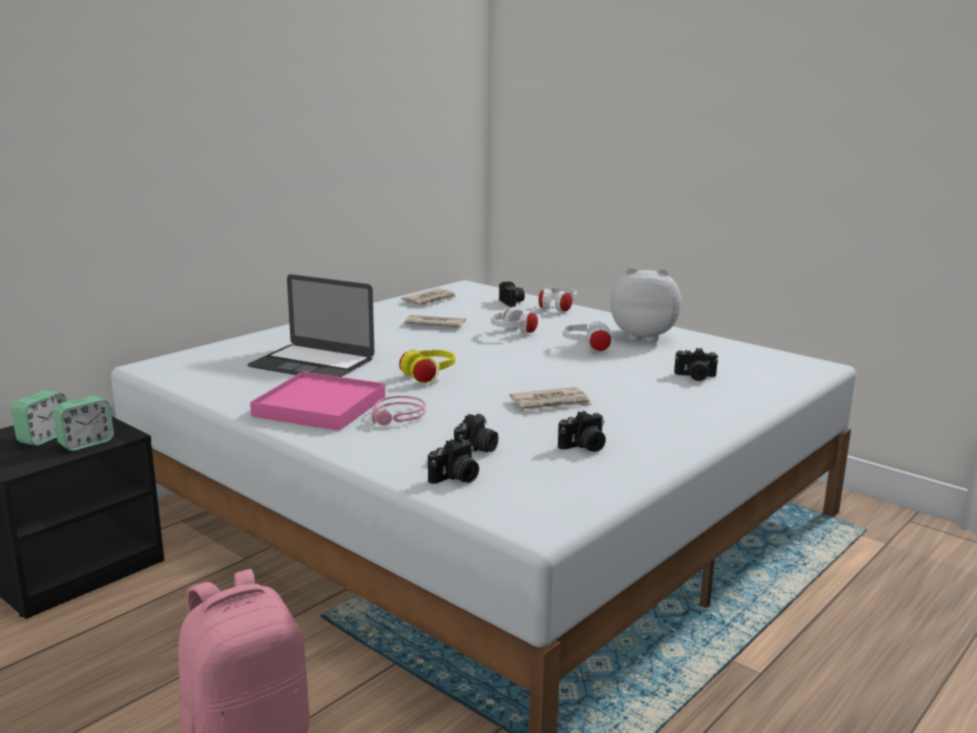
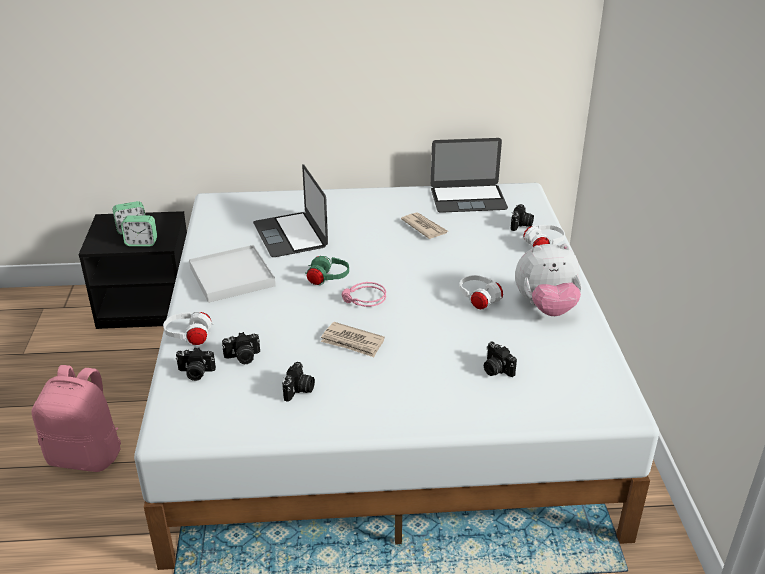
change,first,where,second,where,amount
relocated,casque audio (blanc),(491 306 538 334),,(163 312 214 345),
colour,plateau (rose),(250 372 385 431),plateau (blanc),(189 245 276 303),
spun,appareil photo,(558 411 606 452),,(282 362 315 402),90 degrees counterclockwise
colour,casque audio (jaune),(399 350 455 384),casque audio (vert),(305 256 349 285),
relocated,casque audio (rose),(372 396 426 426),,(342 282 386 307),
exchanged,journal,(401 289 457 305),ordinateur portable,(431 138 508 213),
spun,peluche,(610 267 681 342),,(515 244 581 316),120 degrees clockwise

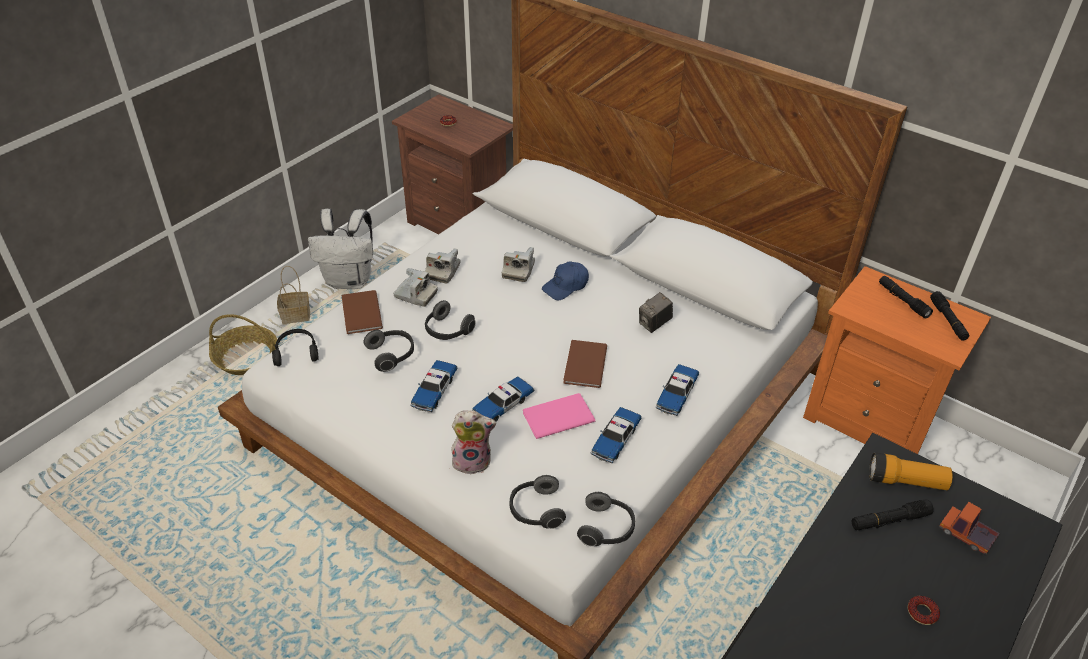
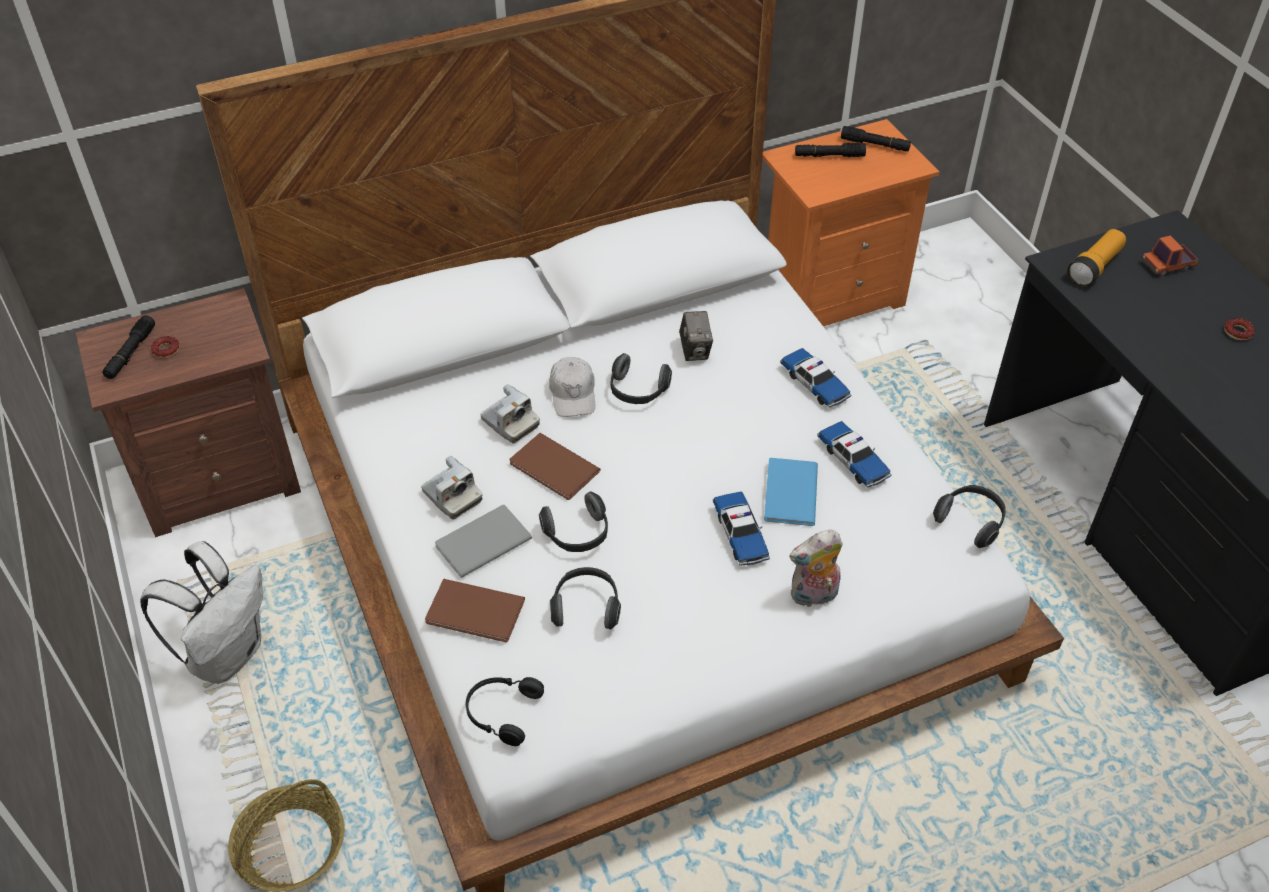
change,first,where,second,where,amount
relocated,lampe de poche (noir),(852 500 934 530),,(102 315 155 379),
exchanged,appareil photo,(393 268 438 307),livre (gris),(435 505 532 578),
relocated,livre (marron),(563 340 607 388),,(510 433 600 500),
colour,casquette (bleu),(542 261 589 300),casquette (blanc),(549 357 595 417),
relocated,casque audio,(510 475 566 529),,(610 353 672 404),
colour,livre (rose),(523 393 595 439),livre (bleu),(764 458 818 526),
spun,peluche,(451 410 496 474),,(789 530 843 607),135 degrees counterclockwise
missing,panier,(277 266 310 325),,,
missing,petite voiture,(410 360 458 412),,,

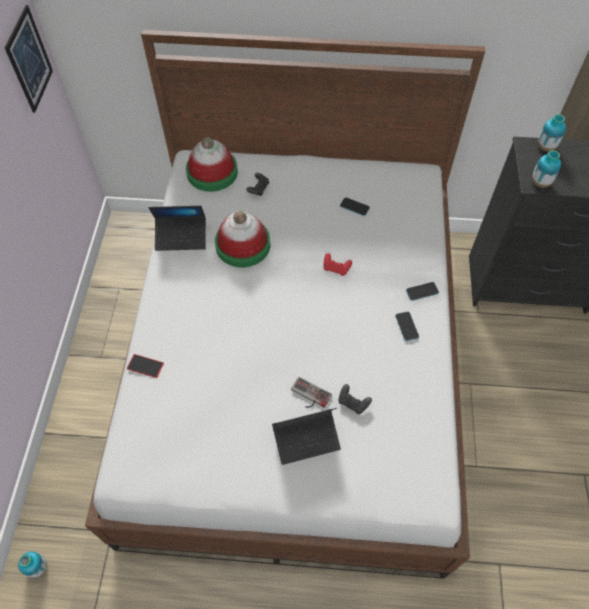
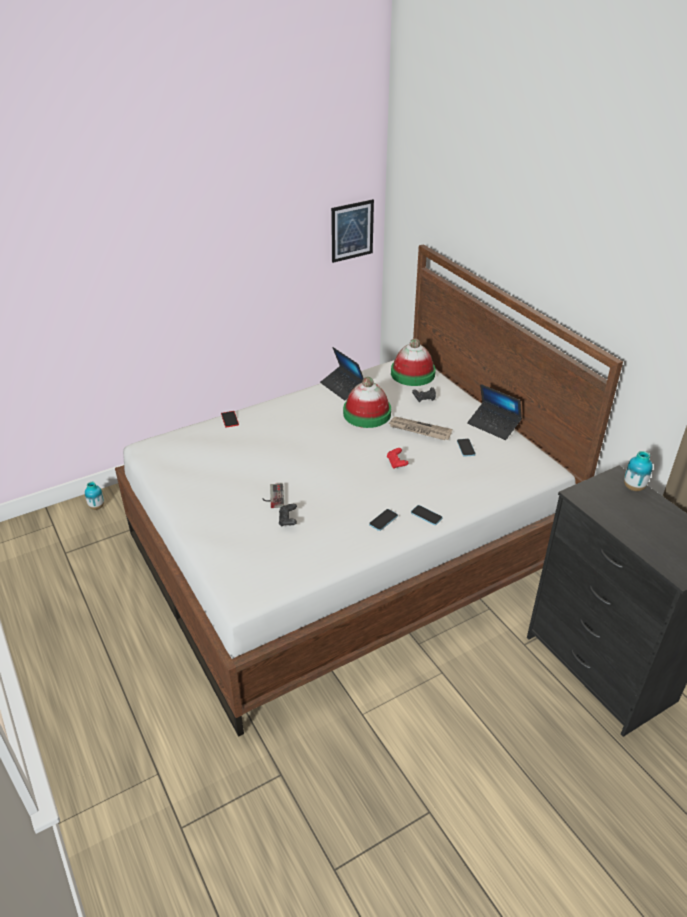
change,first,where,second,where,amount
appeared,,,journal,(388 417 453 440),
relocated,ordinateur portable,(272 408 341 465),,(467 384 522 440),
missing,vase,(532 150 561 188),,,

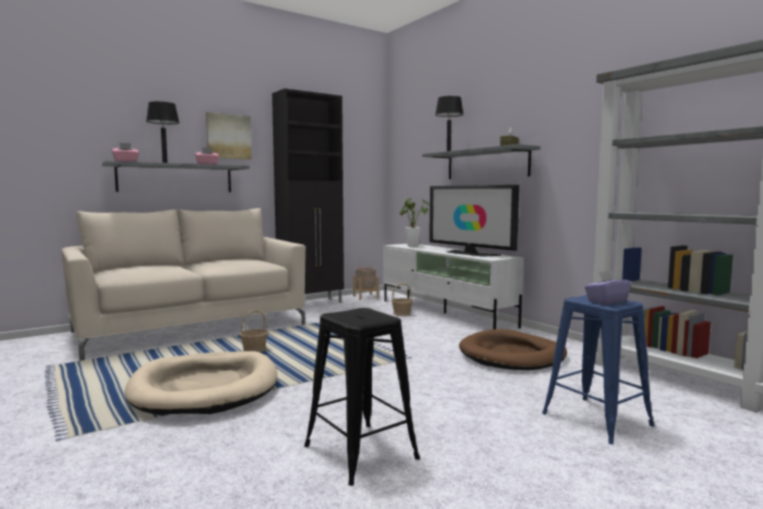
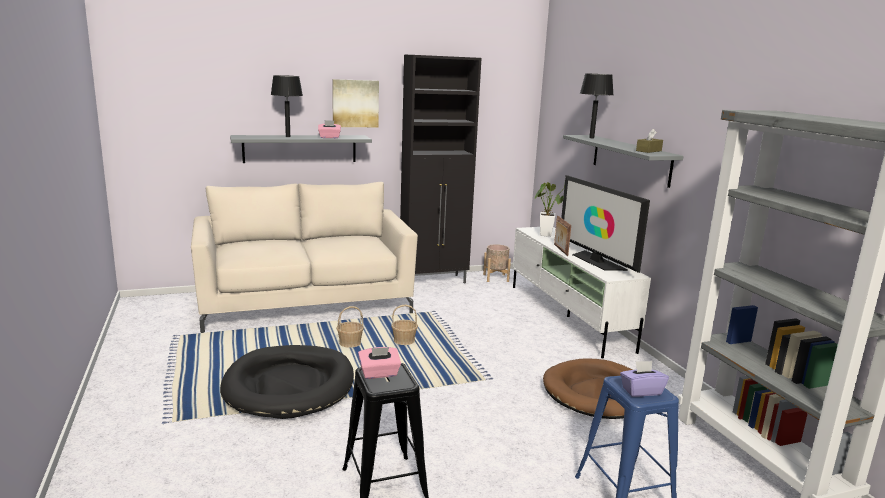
change,first,where,second,where,amount
colour,panier pour chien (beige),(125 351 277 415),panier pour chien (noir),(220 345 354 419),
relocated,boîte à mouchoirs (rose),(112 143 139 162),,(358 347 401 379),
relocated,panier,(391 283 413 316),,(391 305 418 345),
appeared,,,cadre photo,(554 216 571 256),

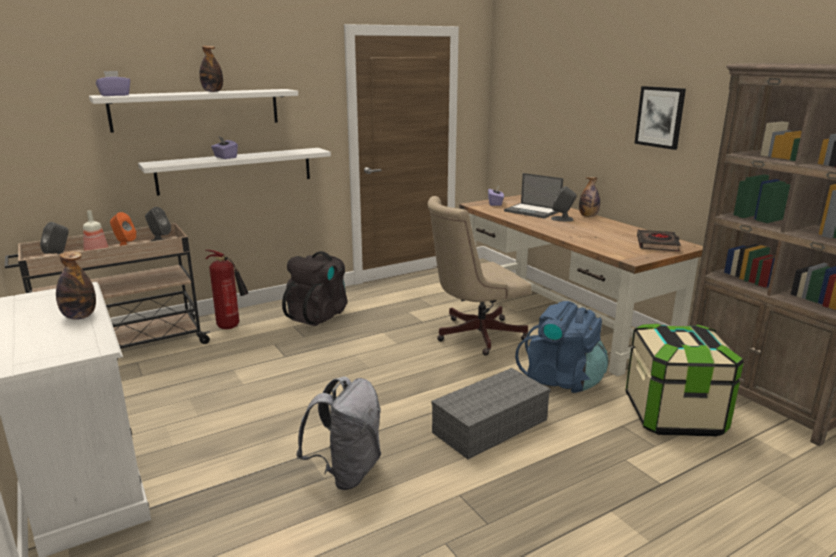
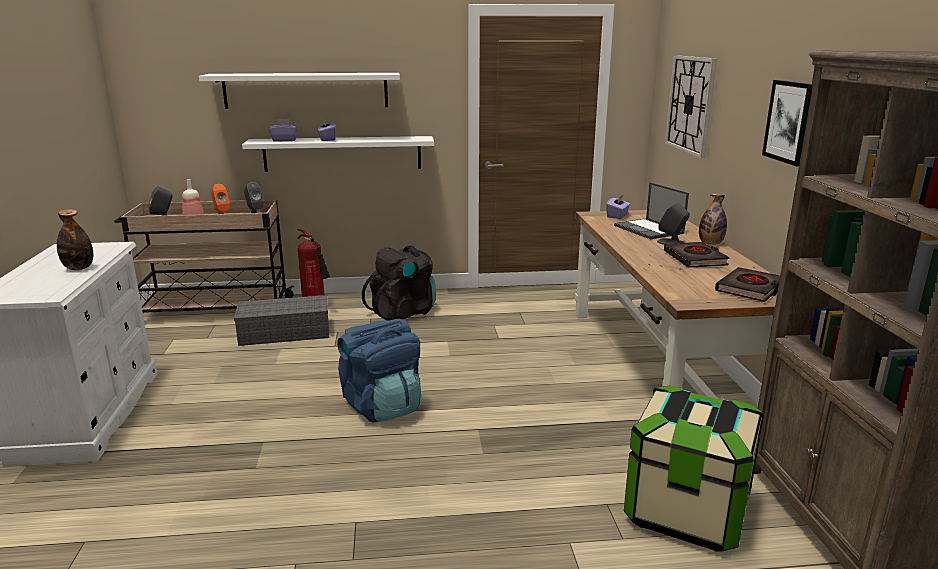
change,first,where,second,where,amount
relocated,boîte de rangement (gris),(431 368 551 459),,(234 295 329 346),
relocated,boîte à mouchoirs (violet),(96 71 130 96),,(269 119 298 142),
relocated,sac à dos (bleu),(515 301 608 393),,(337 319 421 423),
appeared,,,livre (noir),(664 242 729 268),
appeared,,,horloge murale,(665 55 717 158),
missing,bouteille,(199 46 223 92),,,
missing,sac à dos (gris),(296 376 381 490),,,
missing,chaise de bureau (beige),(427 196 531 355),,,

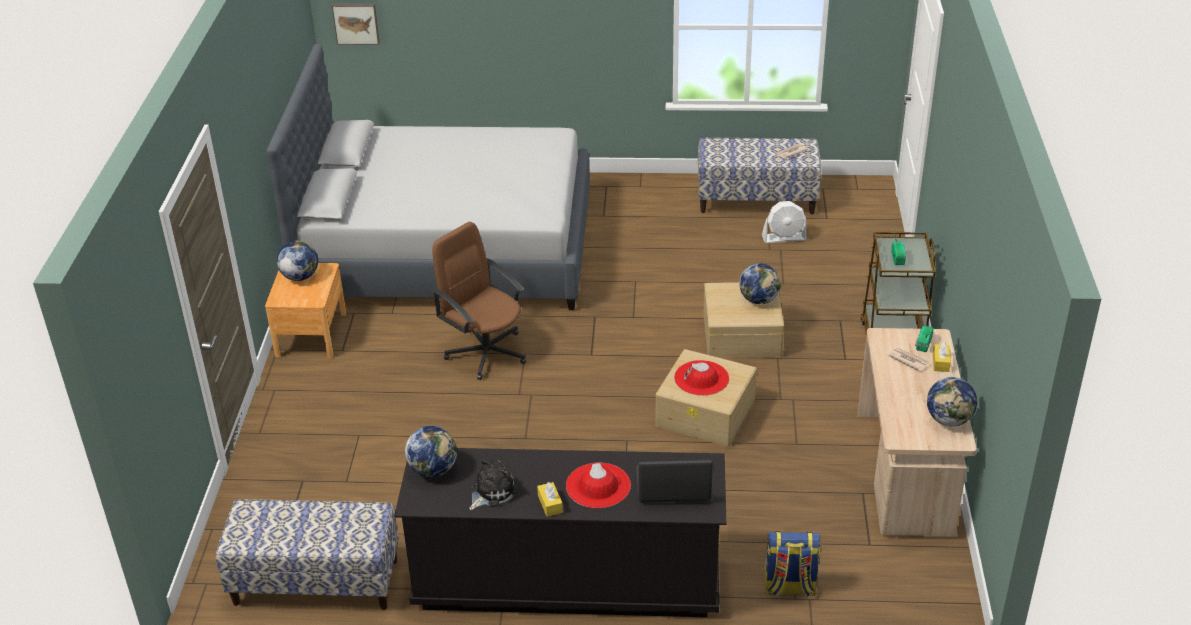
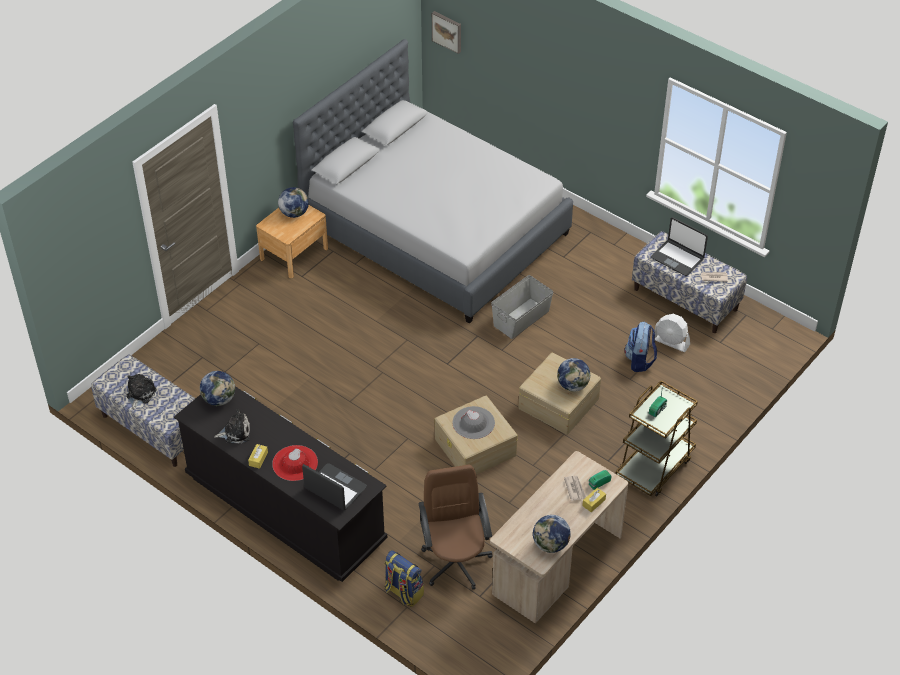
change,first,where,second,where,amount
appeared,,,peluche,(126 374 157 410),
relocated,chaise de bureau (marron),(432 222 526 380),,(418 465 493 590),
colour,chapeau (rouge),(674 360 729 396),chapeau (gris),(452 406 495 439),
appeared,,,boîte de rangement (gris),(491 275 554 339),
appeared,,,sac à dos,(625 322 657 372),
appeared,,,ordinateur portable,(651 217 708 276),

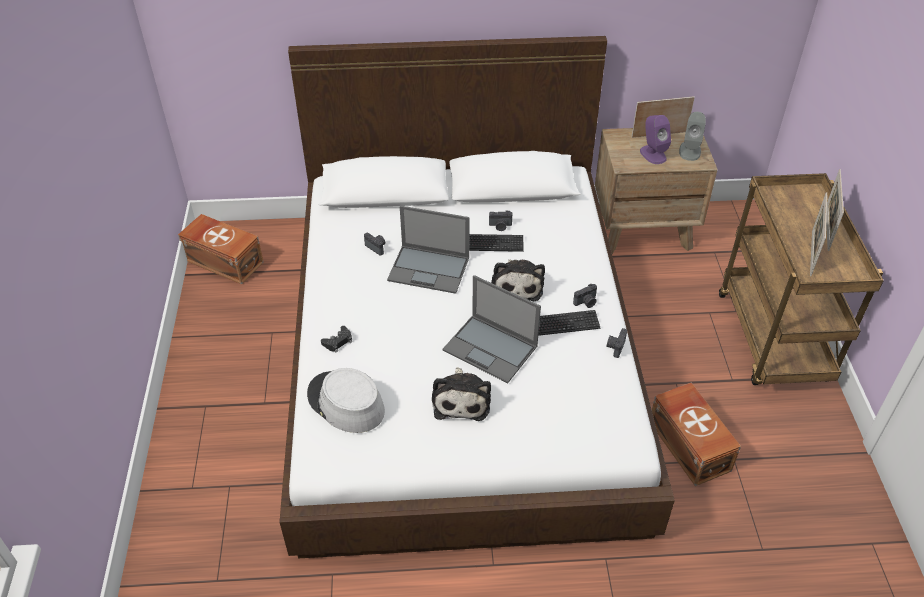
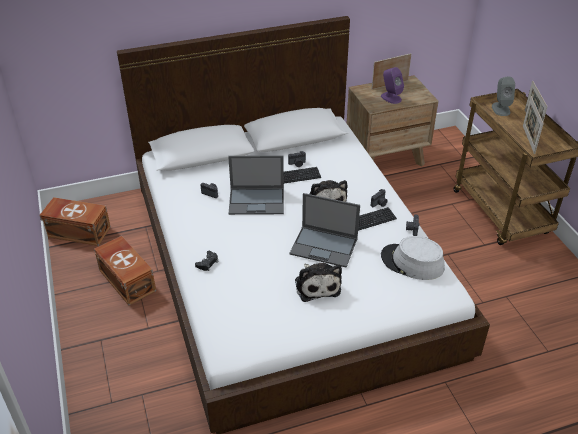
change,first,where,second,where,amount
relocated,boîte de rangement (marron),(652 383 741 486),,(94 236 156 305),
relocated,chapeau (gris),(307 368 385 433),,(381 236 444 280),
relocated,enceinte (gris),(679 112 706 161),,(492 76 515 116),

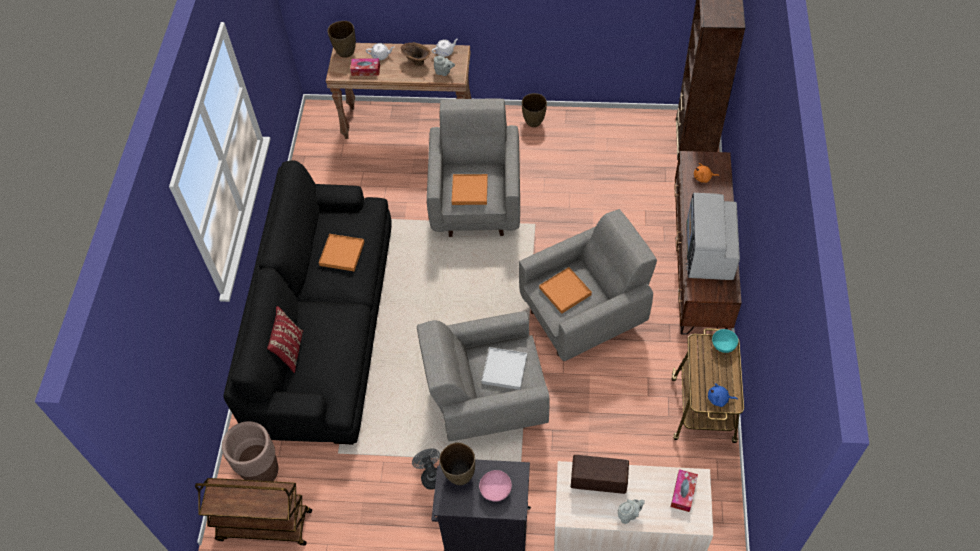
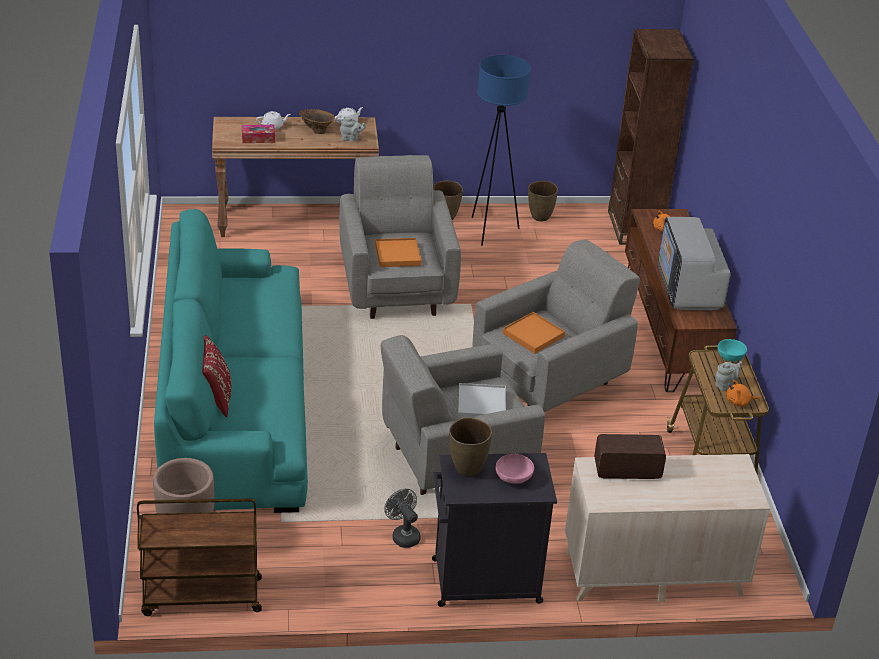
change,first,where,second,where,amount
colour,canapé (noir),(223 161 392 445),canapé (turquoise),(154 209 308 513),
appeared,,,lampadaire (bleu),(472 55 531 246),
relocated,vase (marron),(328 21 356 58),,(528 181 558 222),
relocated,théière (gris),(618 499 645 524),,(715 361 742 391),
colour,peluche (bleu),(708 383 738 407),peluche (orange),(726 380 760 406),
missing,plateau (orange),(319 234 364 271),,,
missing,boîte à mouchoirs,(671 469 698 512),,,

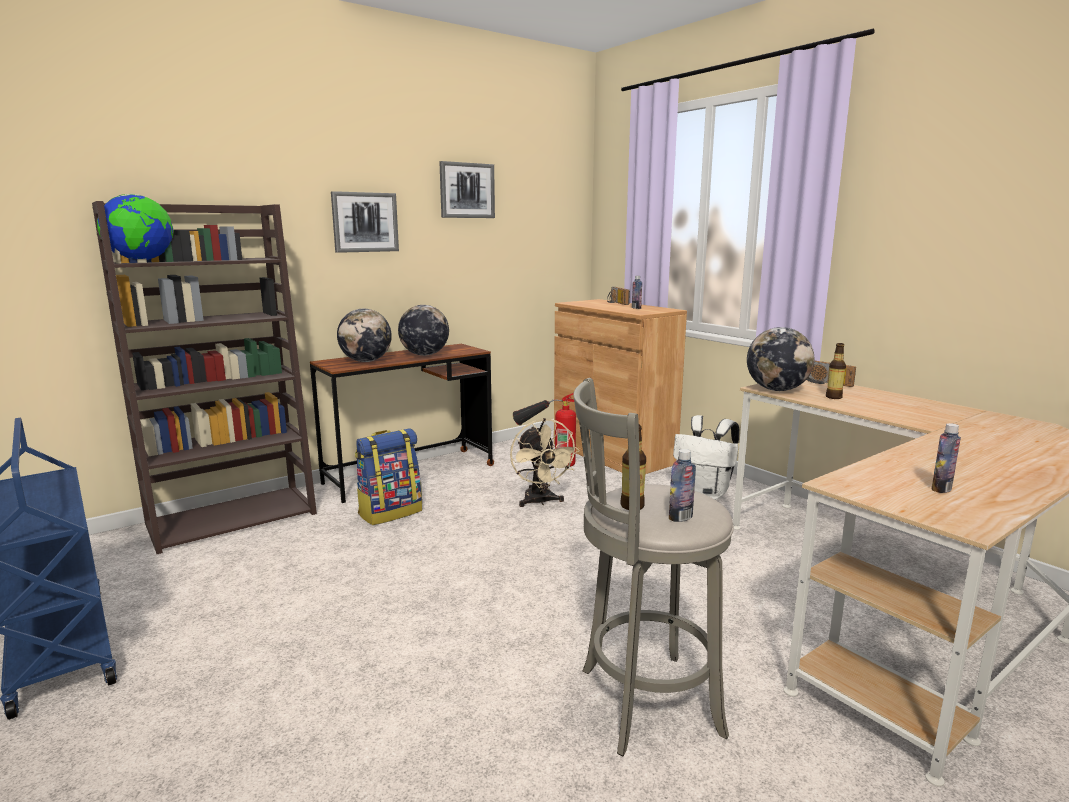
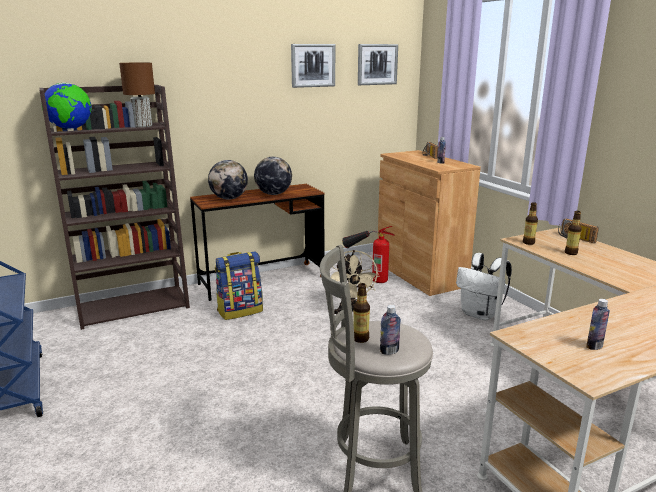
change,first,where,second,where,amount
appeared,,,lampe de table (marron),(119 63 155 127),
relocated,tableau,(331 191 399 253),,(358 44 398 85),
exchanged,globe,(747 327 814 391),bouteille,(523 202 538 245),

